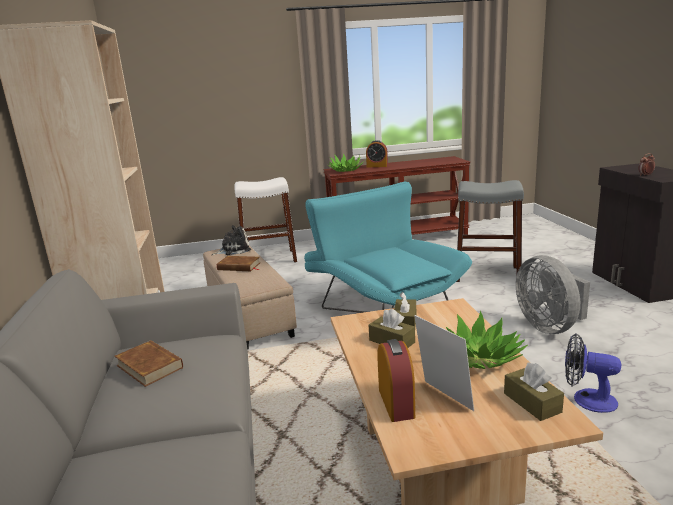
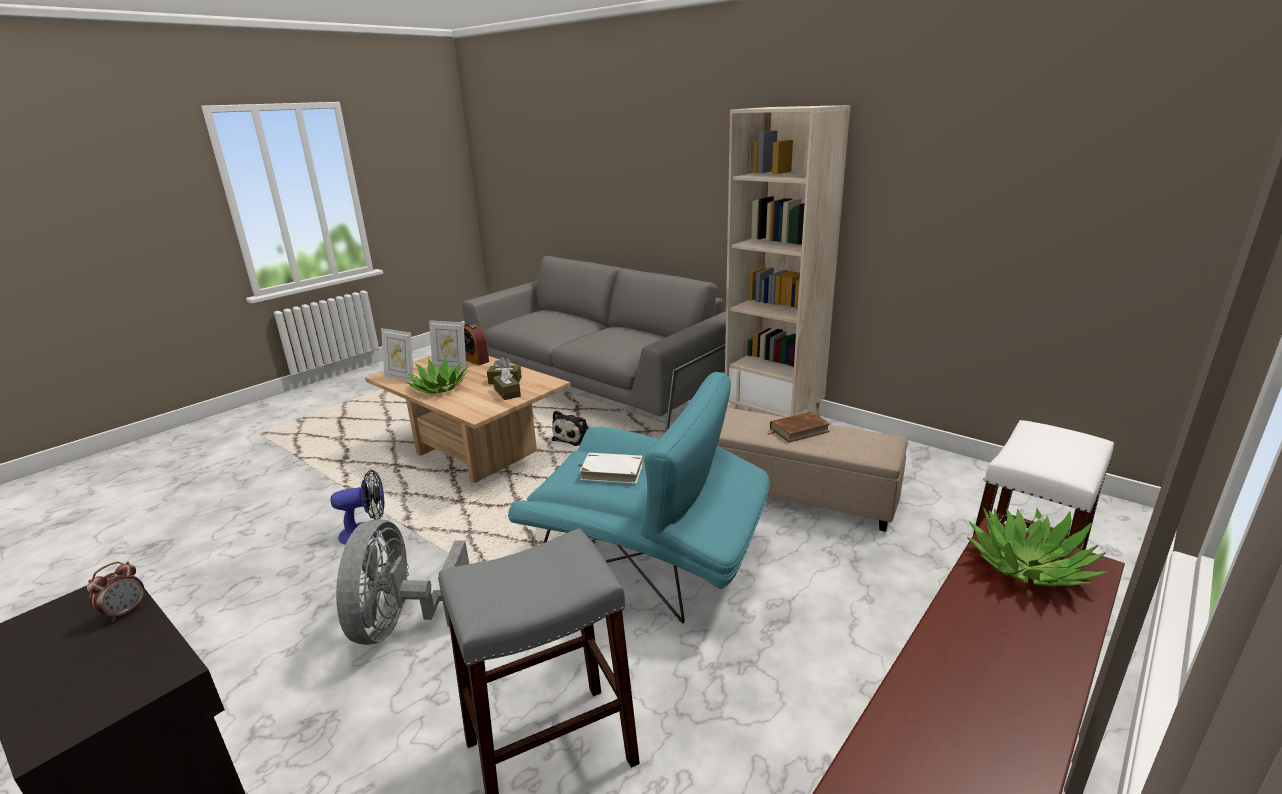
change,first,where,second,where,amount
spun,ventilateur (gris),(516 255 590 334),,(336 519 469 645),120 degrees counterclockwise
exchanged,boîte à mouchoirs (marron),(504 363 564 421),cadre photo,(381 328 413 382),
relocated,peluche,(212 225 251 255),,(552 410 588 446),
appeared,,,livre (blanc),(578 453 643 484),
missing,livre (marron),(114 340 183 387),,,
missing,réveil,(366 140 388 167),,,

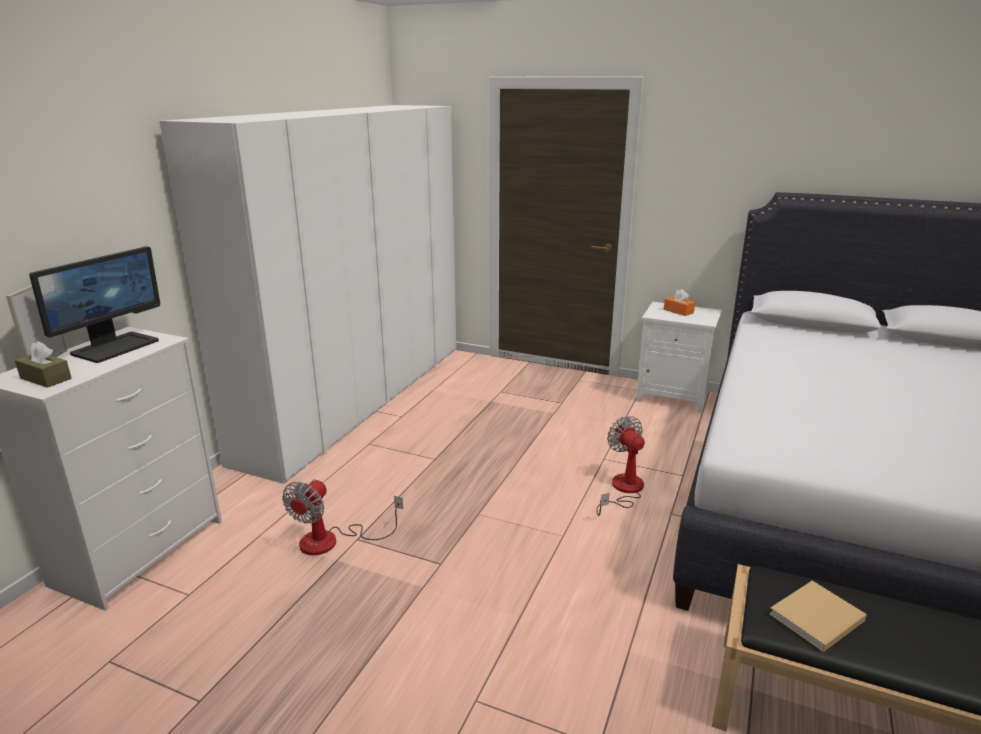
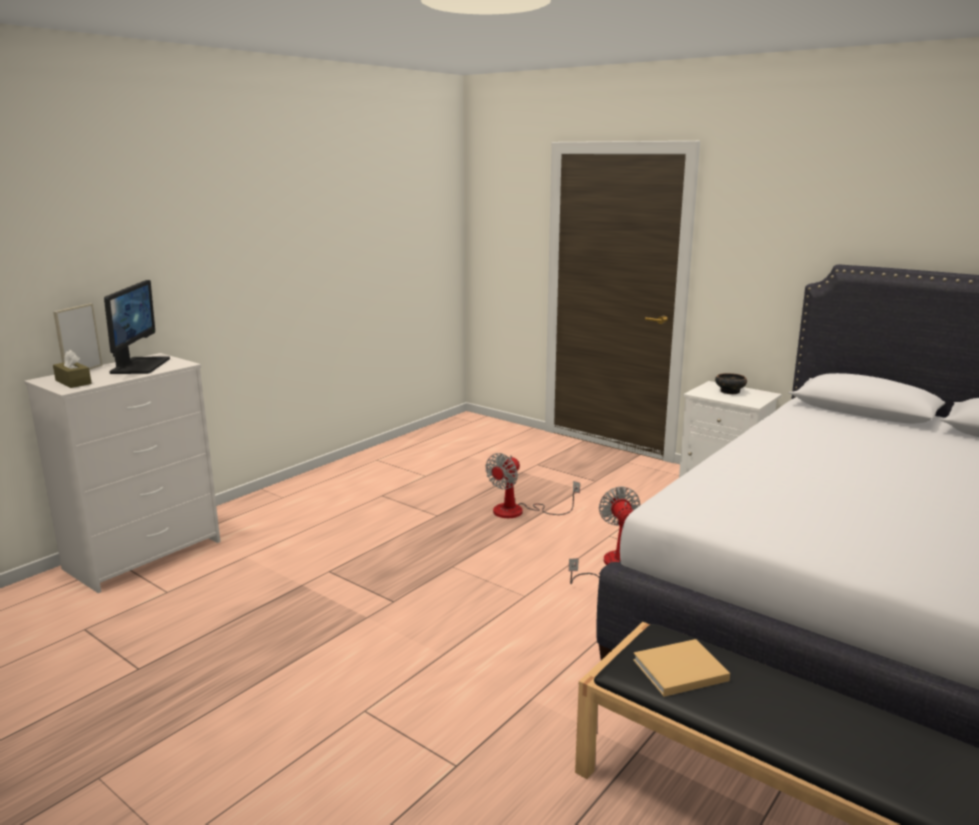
change,first,where,second,where,amount
spun,écran d'ordinateur,(29 246 160 363),,(104 280 170 374),45 degrees counterclockwise
relocated,ventilateur,(282 479 403 555),,(485 453 580 518),
exchanged,boîte à mouchoirs (orange),(664 289 695 316),bol,(715 373 747 394),
missing,armoire (blanc),(159 105 456 484),,,

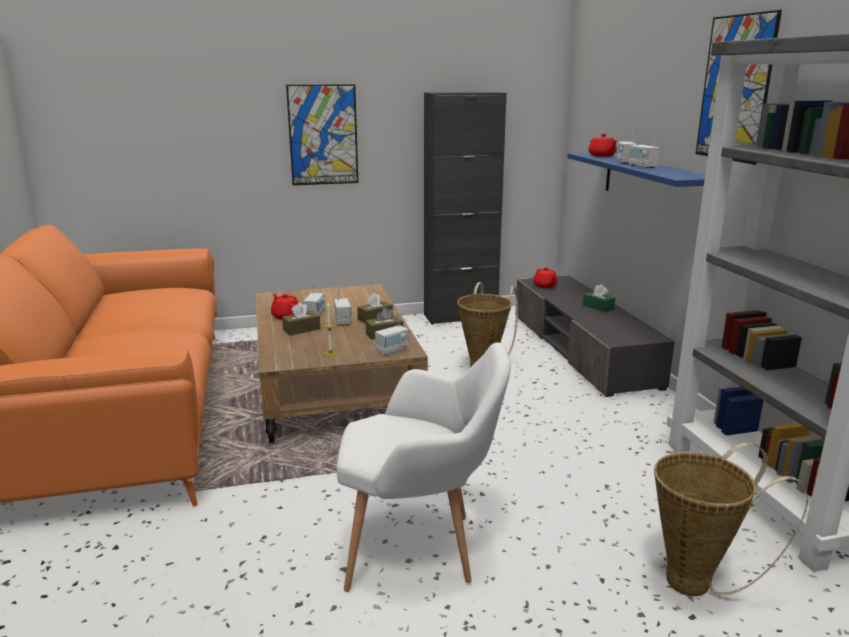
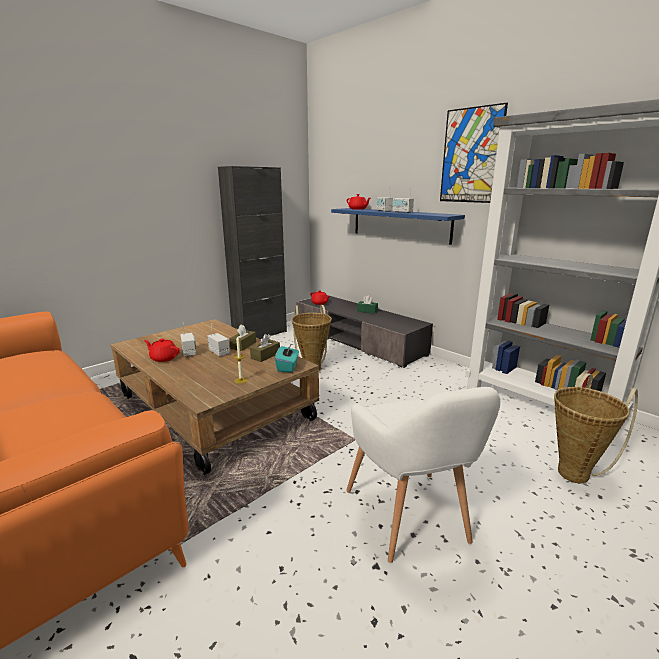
change,first,where,second,where,amount
exchanged,radio,(375 312 409 356),boîte à mouchoirs (turquoise),(275 343 299 372),
spun,fauteuil (blanc),(337 342 511 592),,(346 387 500 563),105 degrees clockwise
missing,boîte à mouchoirs (marron),(282 302 320 335),,,
missing,tableau,(286 84 358 185),,,

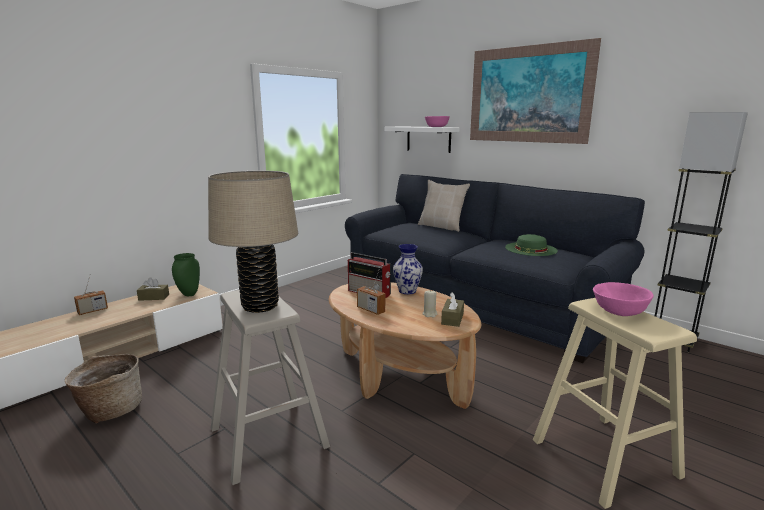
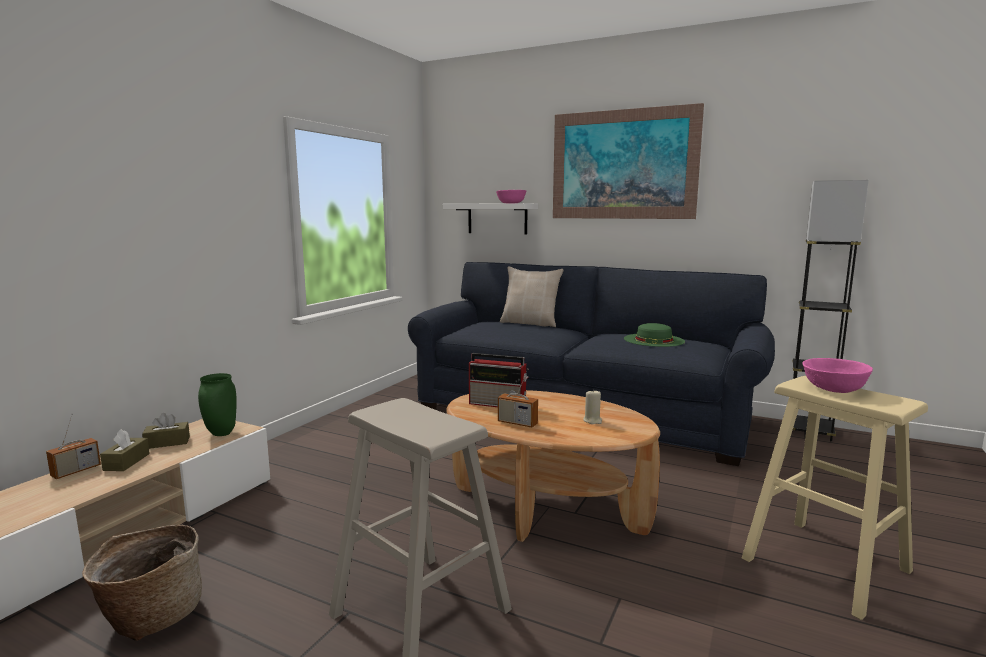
change,first,where,second,where,amount
relocated,boîte à mouchoirs (marron),(441 292 464 327),,(100 429 150 471),
missing,lampe de table (beige),(208 170 298 313),,,
missing,vase,(393 244 423 294),,,

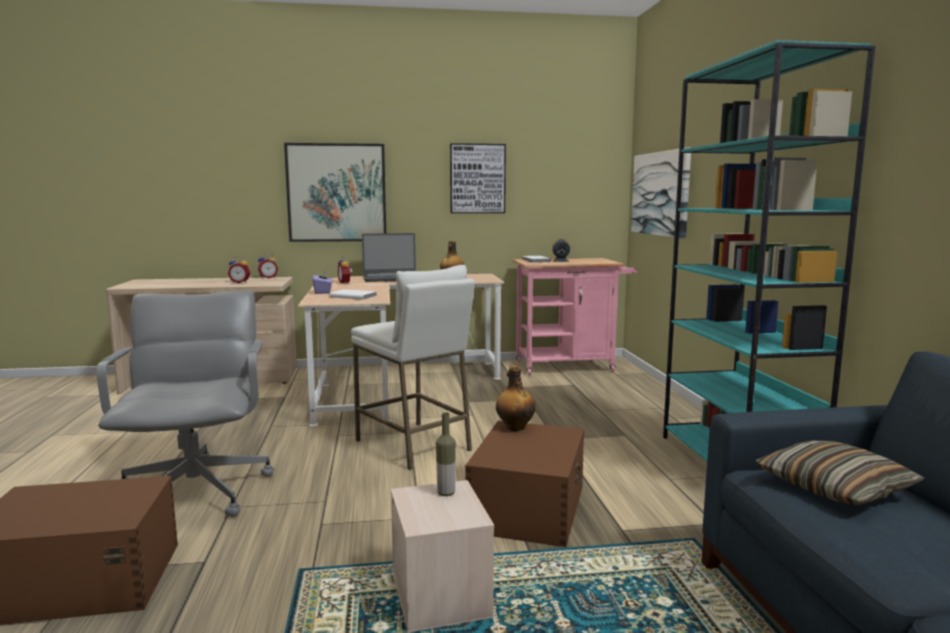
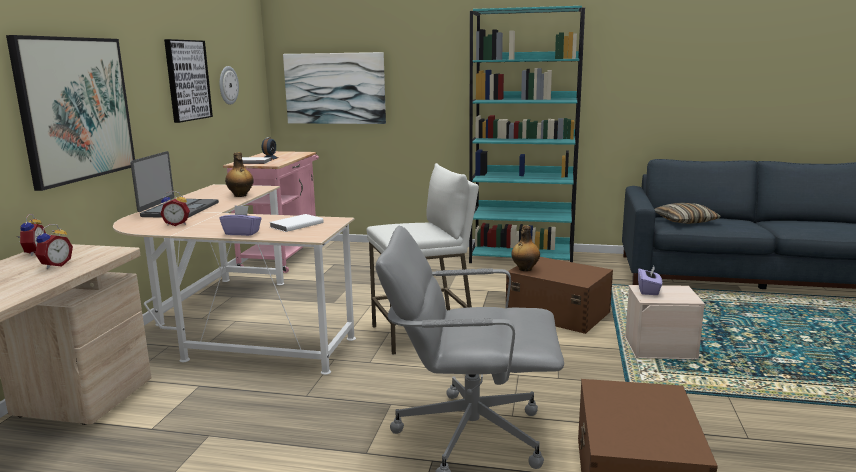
change,first,where,second,where,amount
appeared,,,horloge murale,(219 66 239 105),
exchanged,bouteille,(436 412 456 496),boîte à mouchoirs (violet),(638 266 662 295),

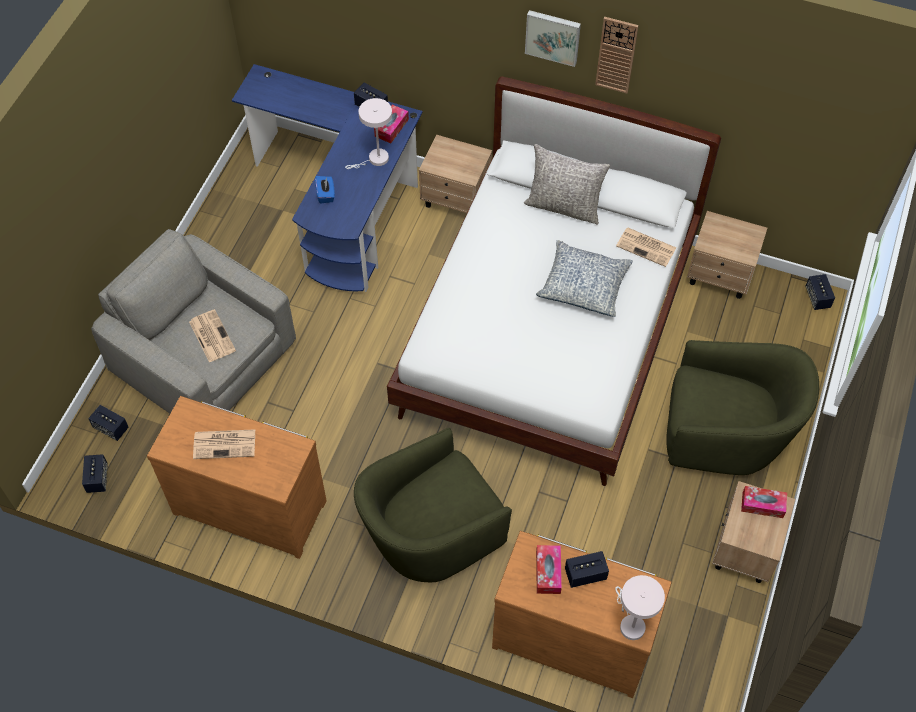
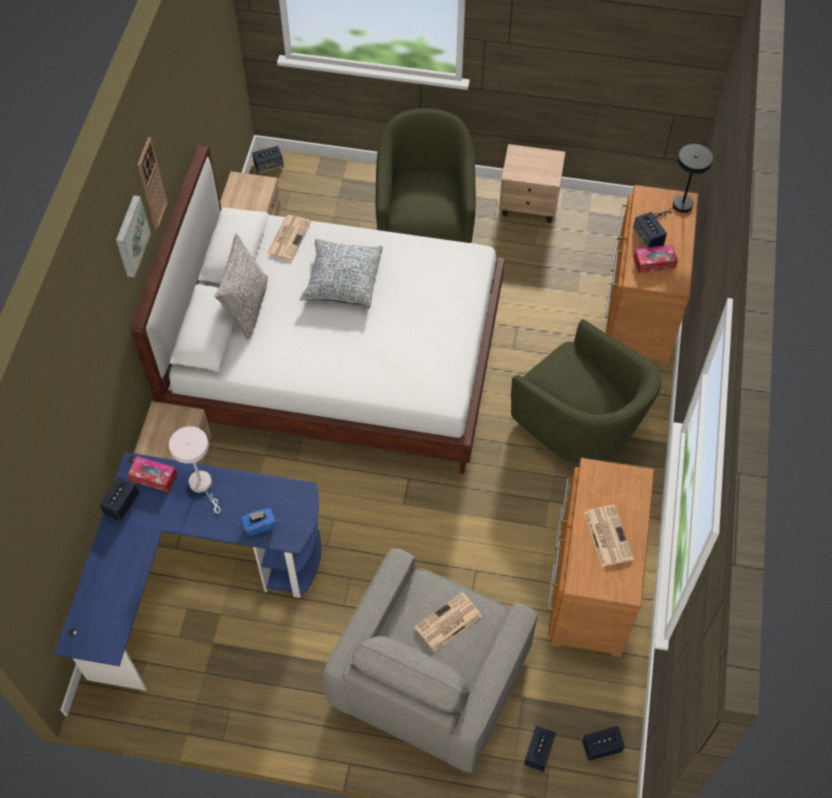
change,first,where,second,where,amount
colour,lampe de table (blanc),(615 575 665 640),lampe de table (noir),(654 144 713 217),
missing,boîte à mouchoirs,(741 486 787 518),,,

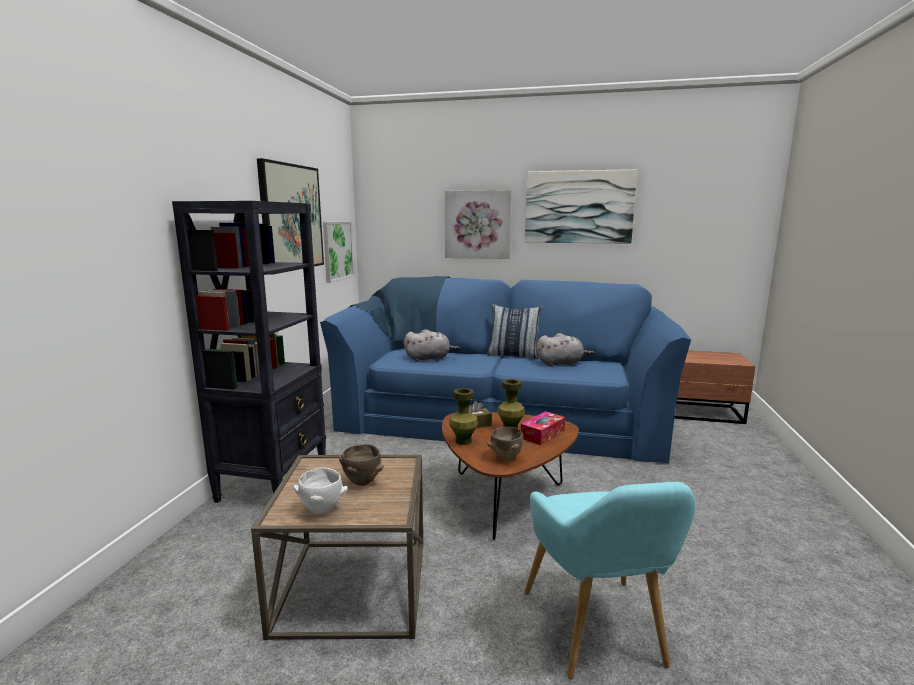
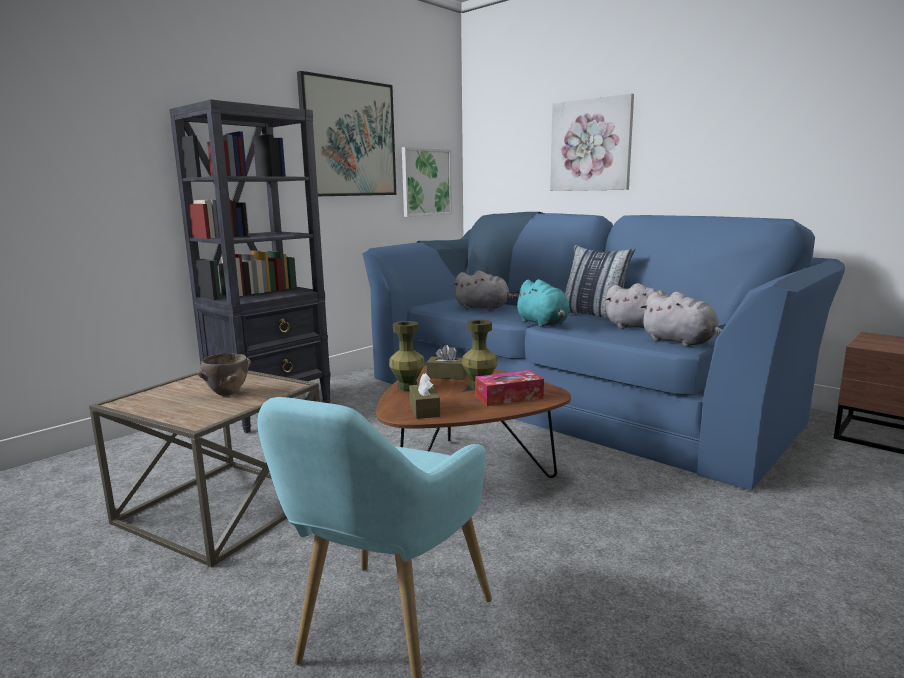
change,first,where,second,where,amount
exchanged,bol (marron),(487 427 523 461),boîte à mouchoirs (marron),(409 373 440 419),
appeared,,,peluche (turquoise),(514 279 570 327),
appeared,,,peluche (gris),(640 292 723 347),
missing,bol (blanc),(294 467 347 514),,,
missing,tableau,(525 169 637 244),,,

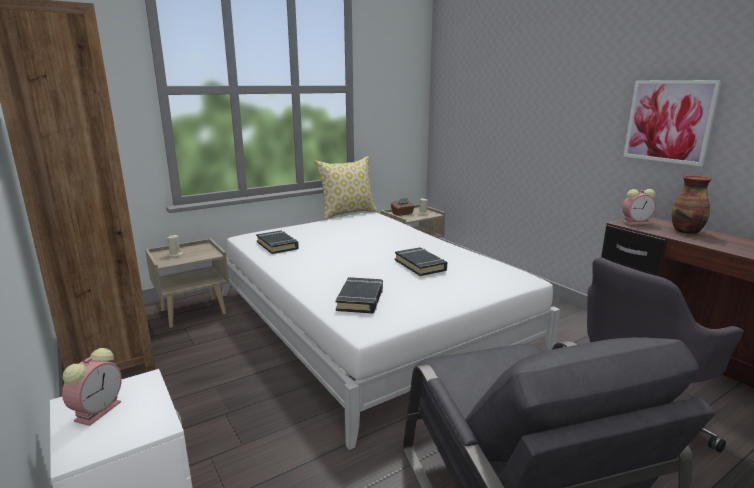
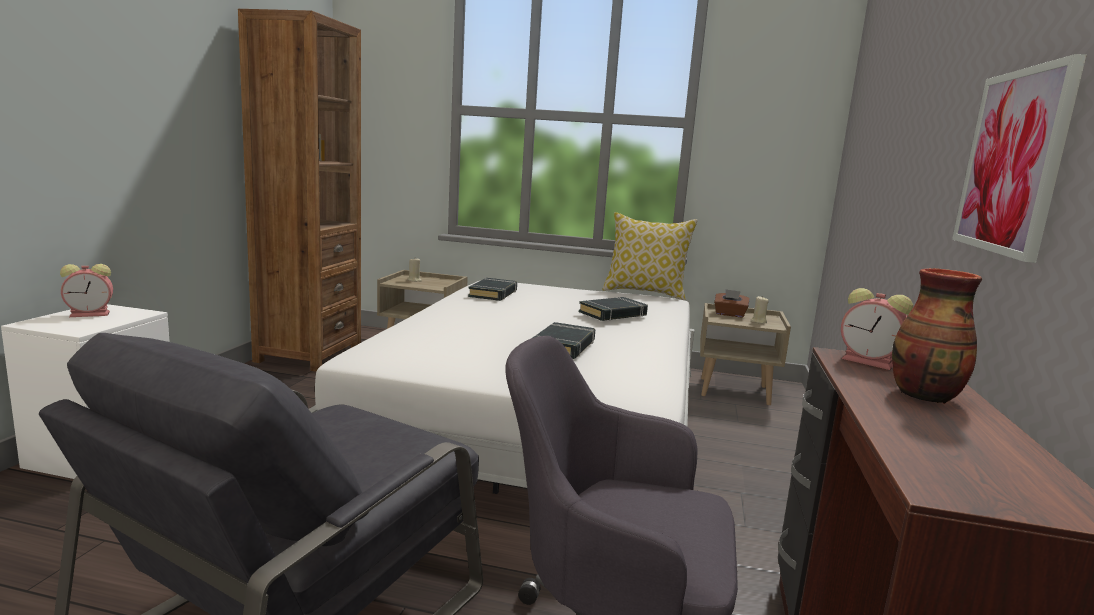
change,first,where,second,where,amount
relocated,livre (noir),(335 277 383 314),,(579 297 648 321),

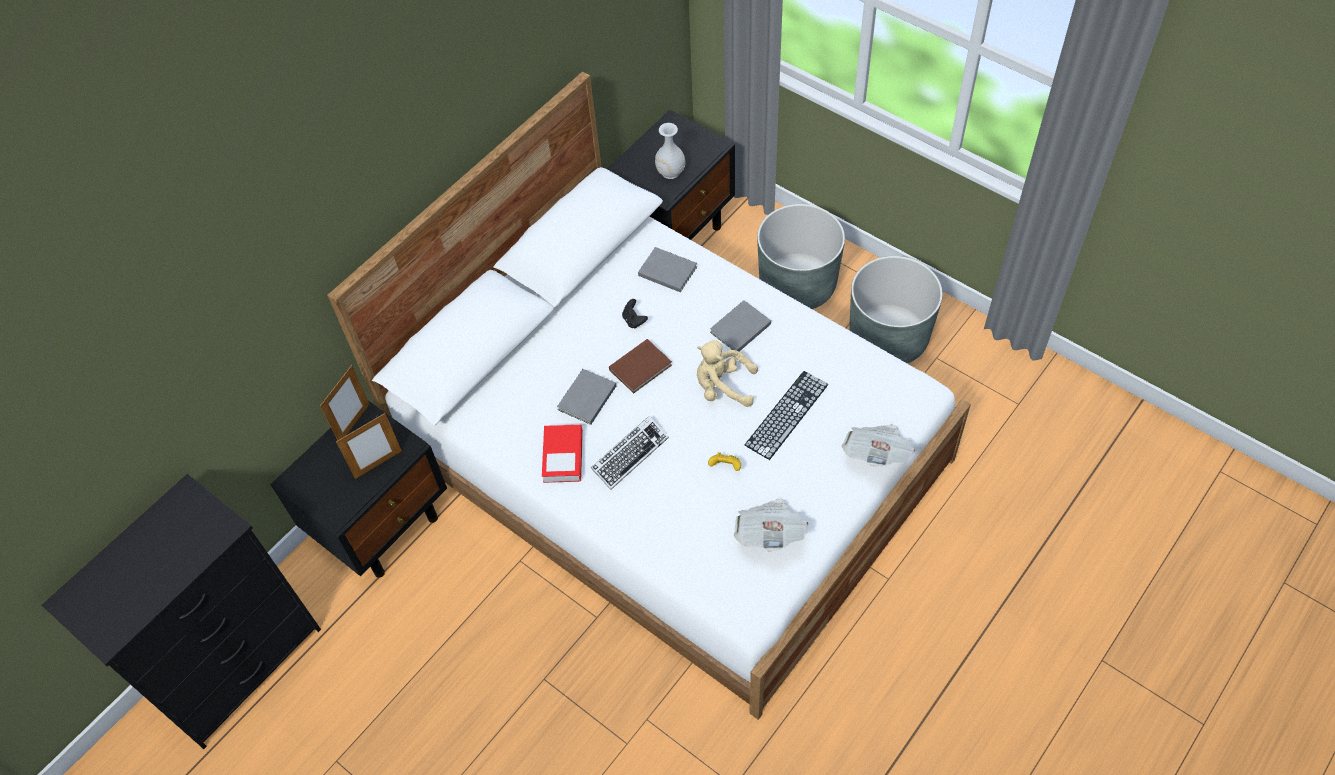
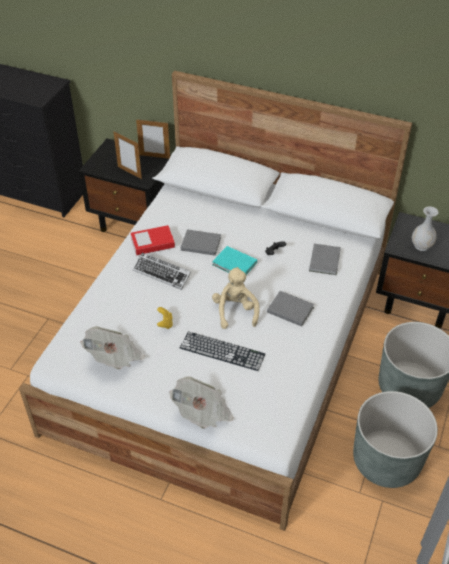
change,first,where,second,where,amount
colour,livre (marron),(609 339 672 394),livre (turquoise),(212 246 257 275),

